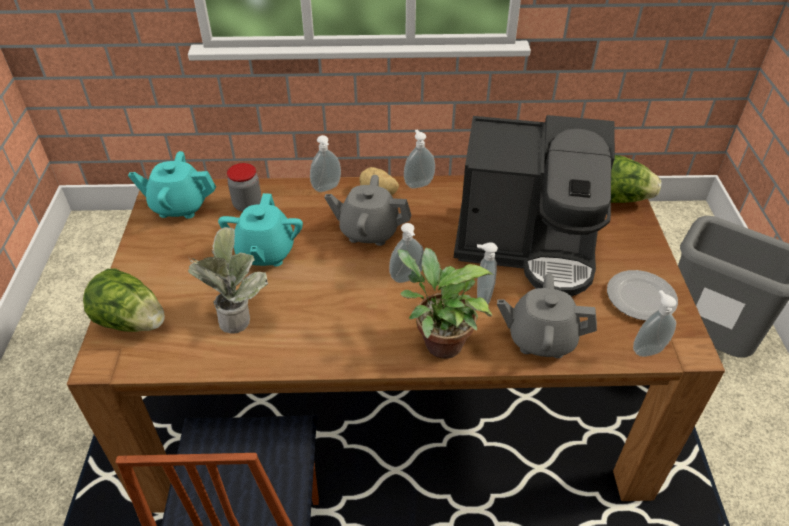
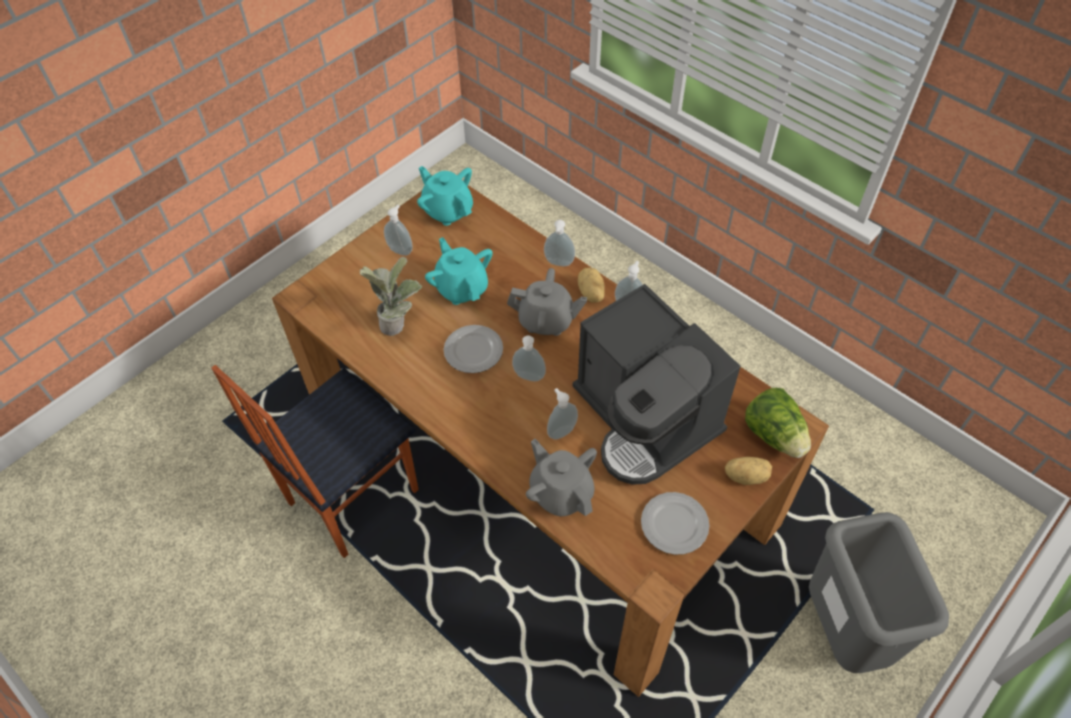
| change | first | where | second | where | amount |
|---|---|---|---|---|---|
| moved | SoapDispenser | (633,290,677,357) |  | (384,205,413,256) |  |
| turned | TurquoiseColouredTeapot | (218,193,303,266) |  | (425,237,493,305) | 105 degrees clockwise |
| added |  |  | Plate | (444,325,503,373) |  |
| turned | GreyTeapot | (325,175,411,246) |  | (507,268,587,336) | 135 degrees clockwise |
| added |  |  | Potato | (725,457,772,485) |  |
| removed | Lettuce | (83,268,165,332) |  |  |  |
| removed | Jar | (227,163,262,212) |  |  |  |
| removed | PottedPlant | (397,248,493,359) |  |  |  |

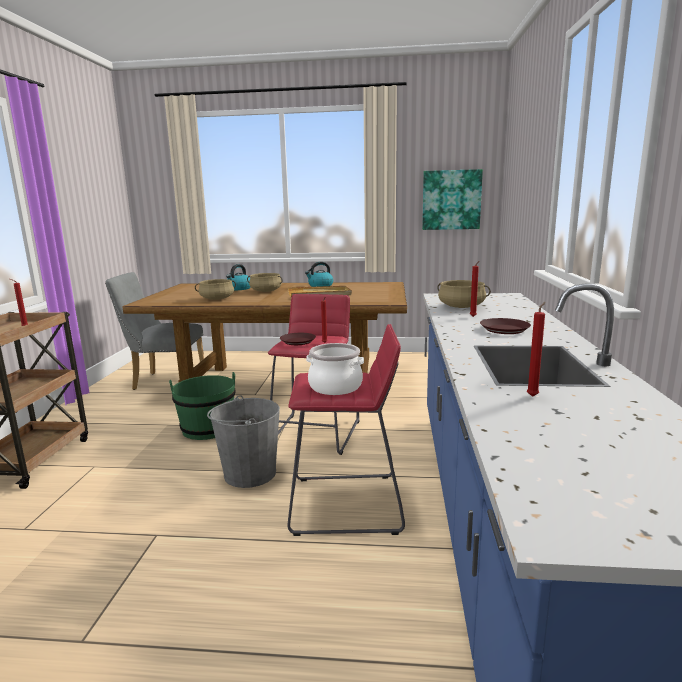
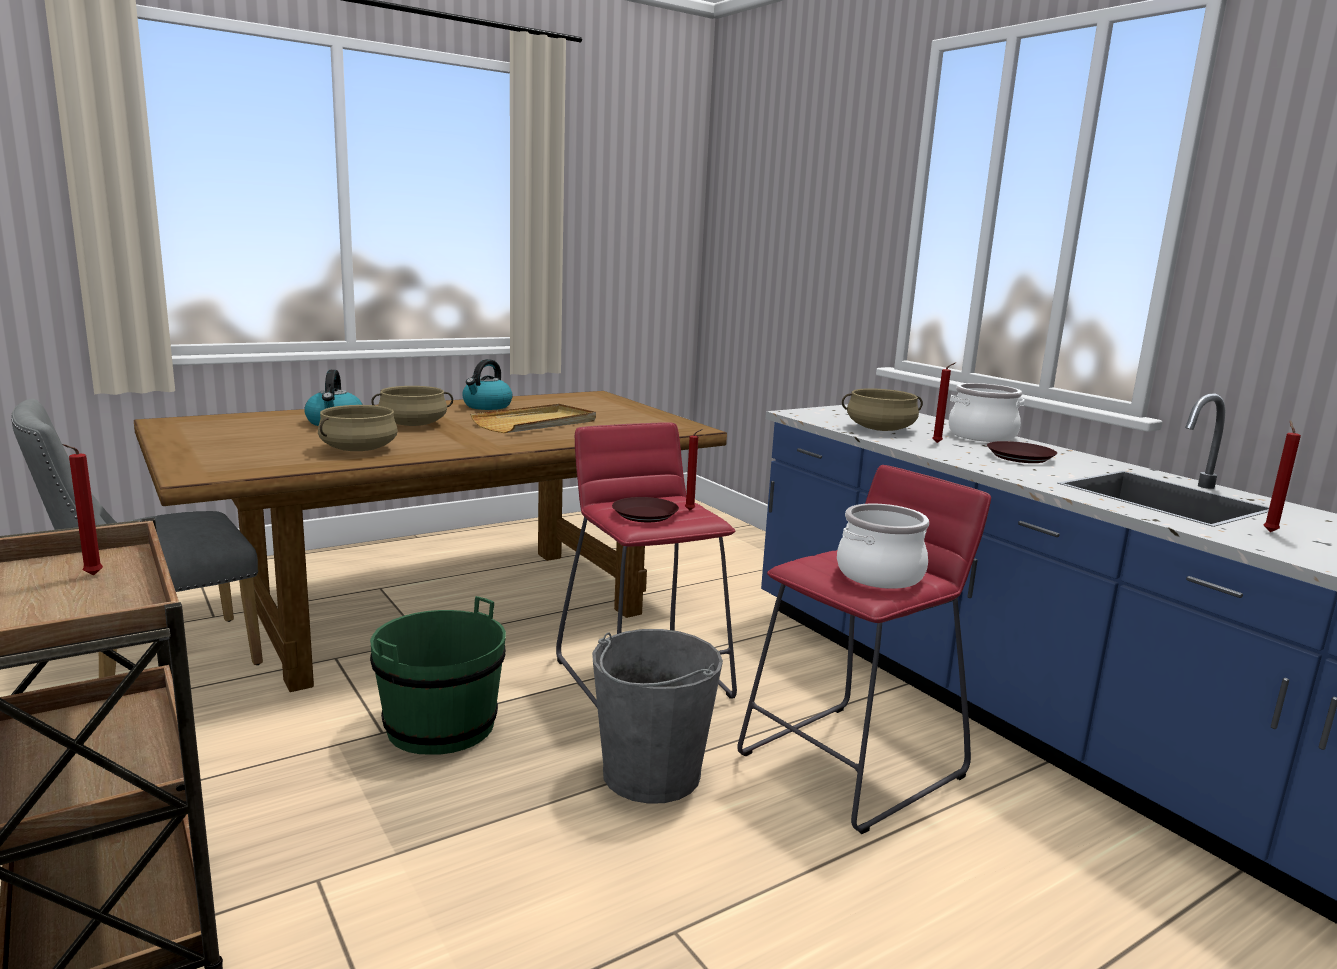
| change | first | where | second | where | amount |
|---|---|---|---|---|---|
| added |  |  | Stockpot | (949,383,1025,442) |  |
| removed | WallPicture | (422,169,483,230) |  |  |  |

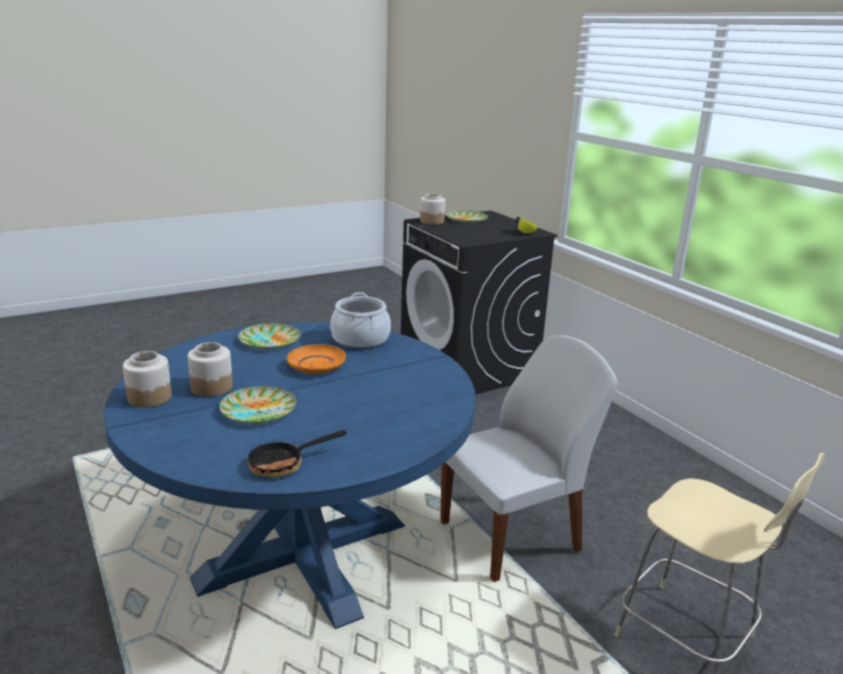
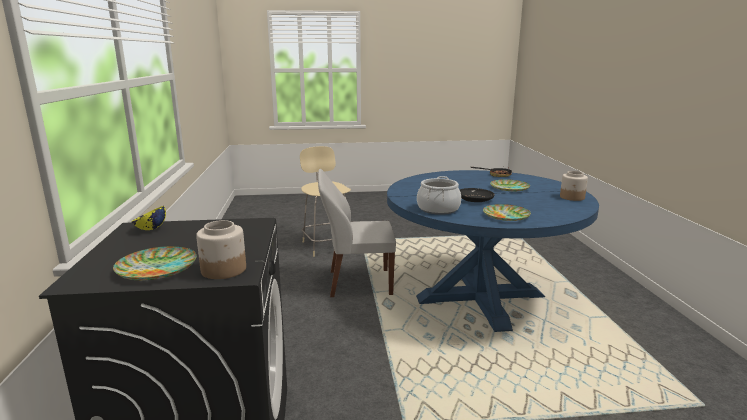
| change | first | where | second | where | amount |
|---|---|---|---|---|---|
| recoloured | OrangeColouredPlate | (287,344,346,374) | BlackPlate | (460,188,495,202) |  |
| removed | Jar | (188,342,233,397) |  |  |  |

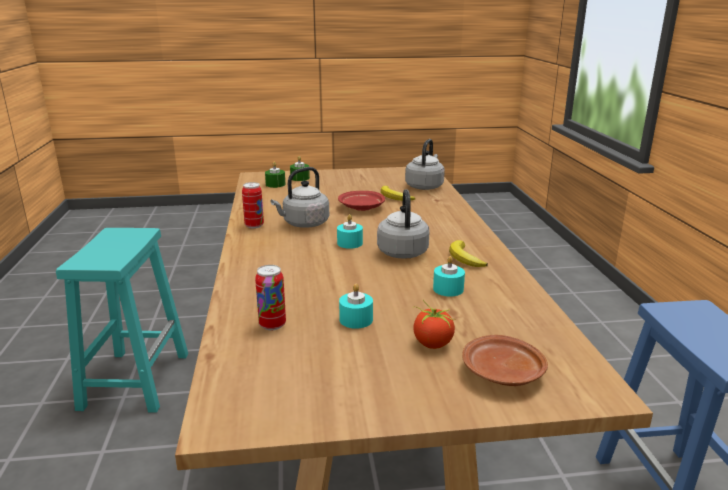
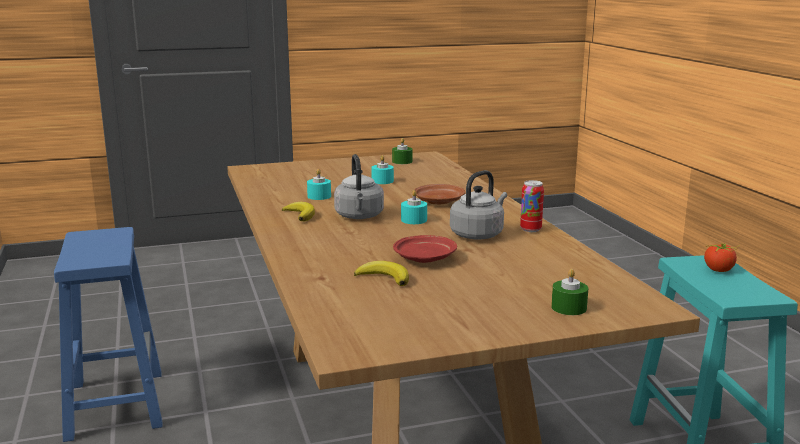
| change | first | where | second | where | amount |
|---|---|---|---|---|---|
| moved | GreenWaxLight | (265,162,285,188) |  | (392,138,412,164) |  |
| moved | BrownPlate | (462,335,548,386) |  | (414,184,465,205) |  |
| moved | Tomato | (413,300,455,349) |  | (704,243,738,272) |  |
| removed | Can | (255,265,286,330) |  |  |  |
| removed | GreyTeaKettle | (405,139,445,190) |  |  |  |

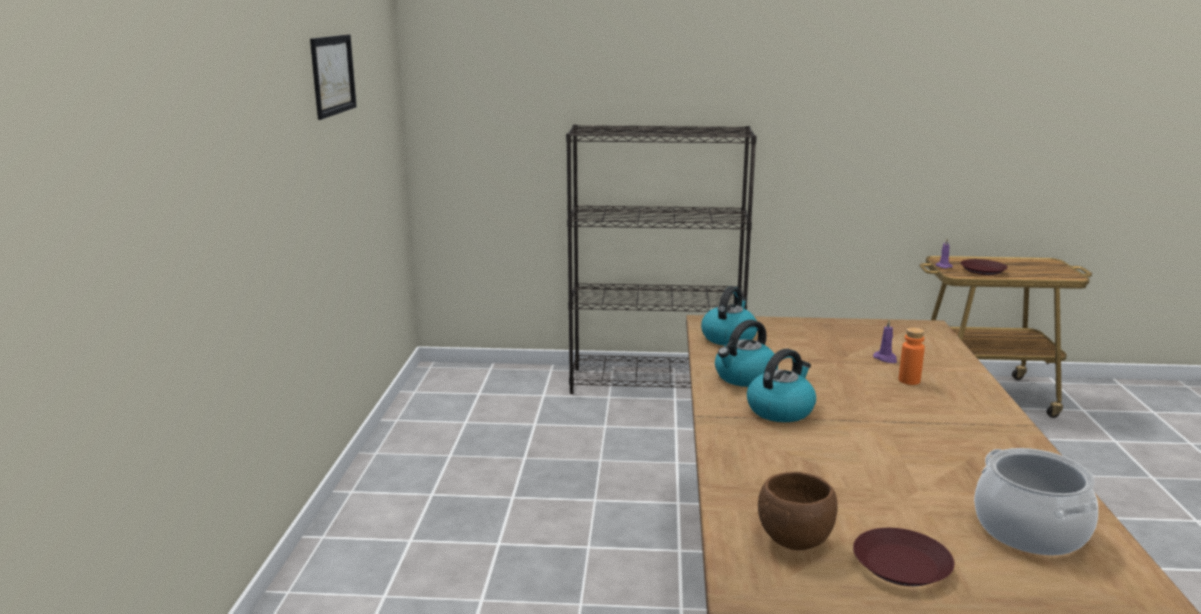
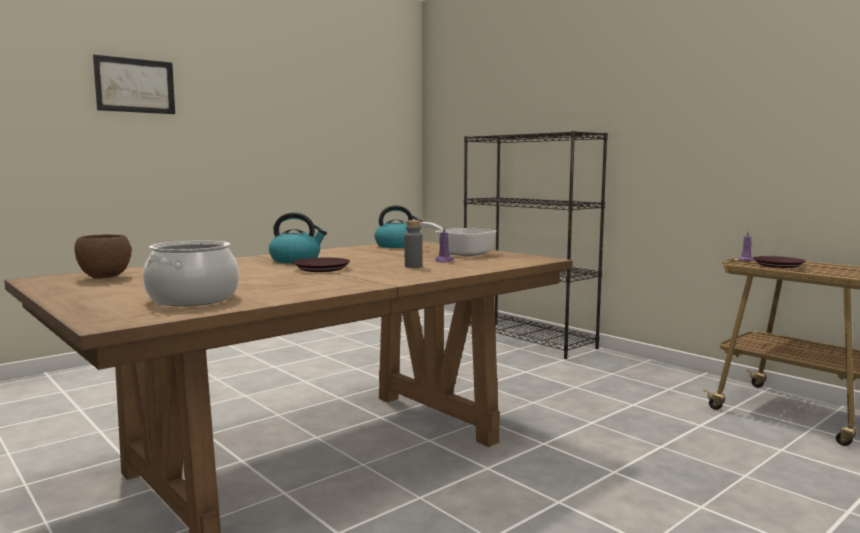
| change | first | where | second | where | amount |
|---|---|---|---|---|---|
| moved | WallPicture | (310,34,357,120) |  | (93,55,175,114) |  |
| moved | BrownPlate | (853,528,954,586) |  | (293,258,350,272) |  |
| recoloured | OrangeColouredBottle | (899,327,925,385) | GreyBottle | (405,220,423,268) |  |
| added |  |  | Pan | (420,222,496,257) |  |
| removed | TeaKettle | (715,320,778,387) |  |  |  |

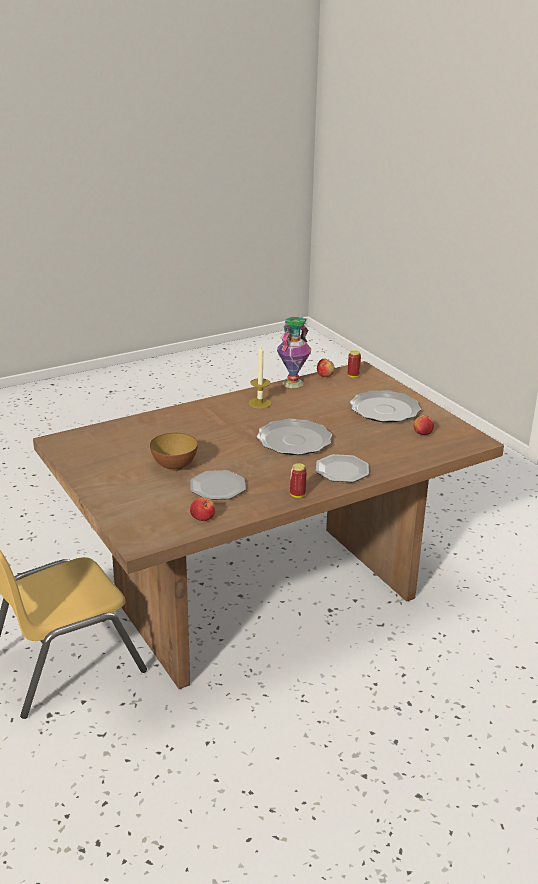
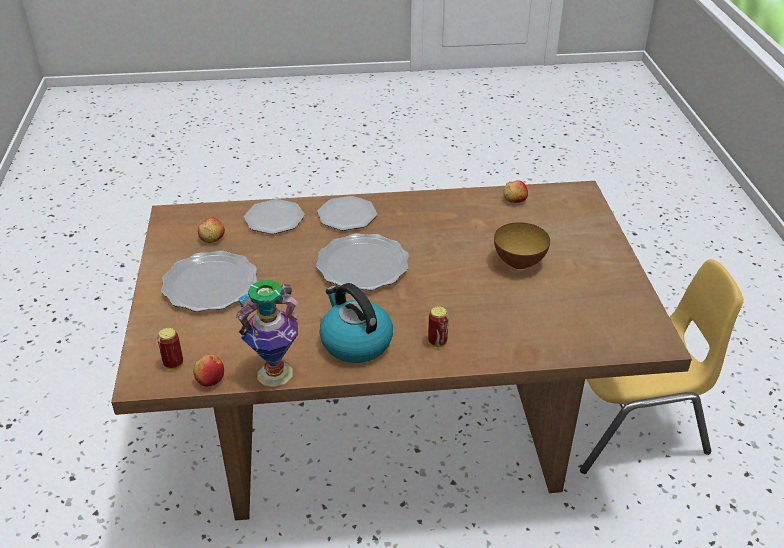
| change | first | where | second | where | amount |
|---|---|---|---|---|---|
| moved | Plate | (190,470,246,500) |  | (244,199,305,234) |  |
| replaced | WaxLight | (249,346,272,409) | TeaKettle | (320,283,393,363) |  |
| moved | Can | (290,463,307,498) |  | (428,306,449,347) |  |

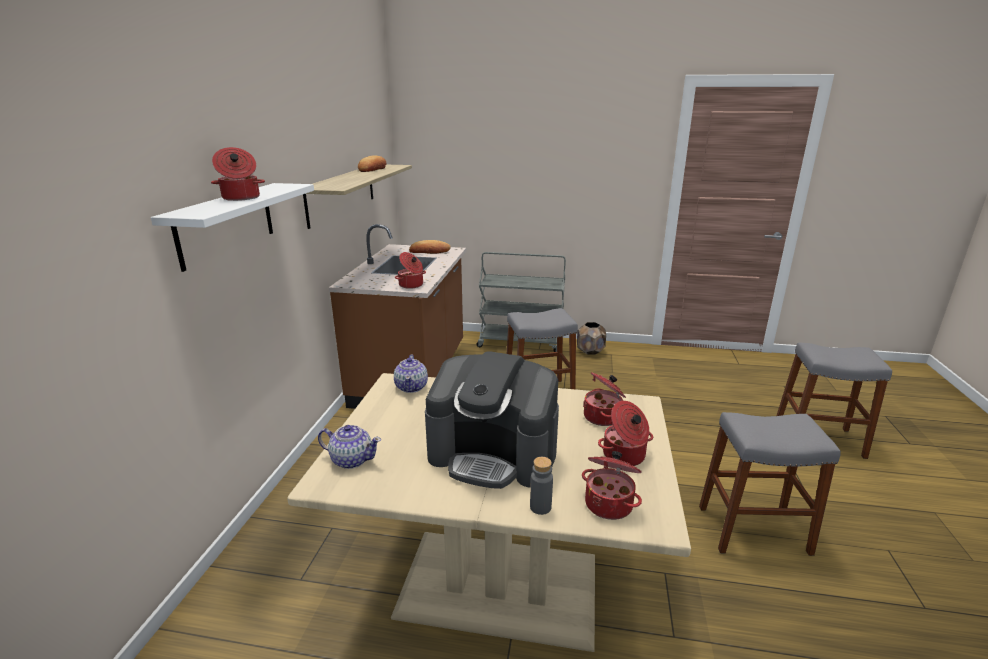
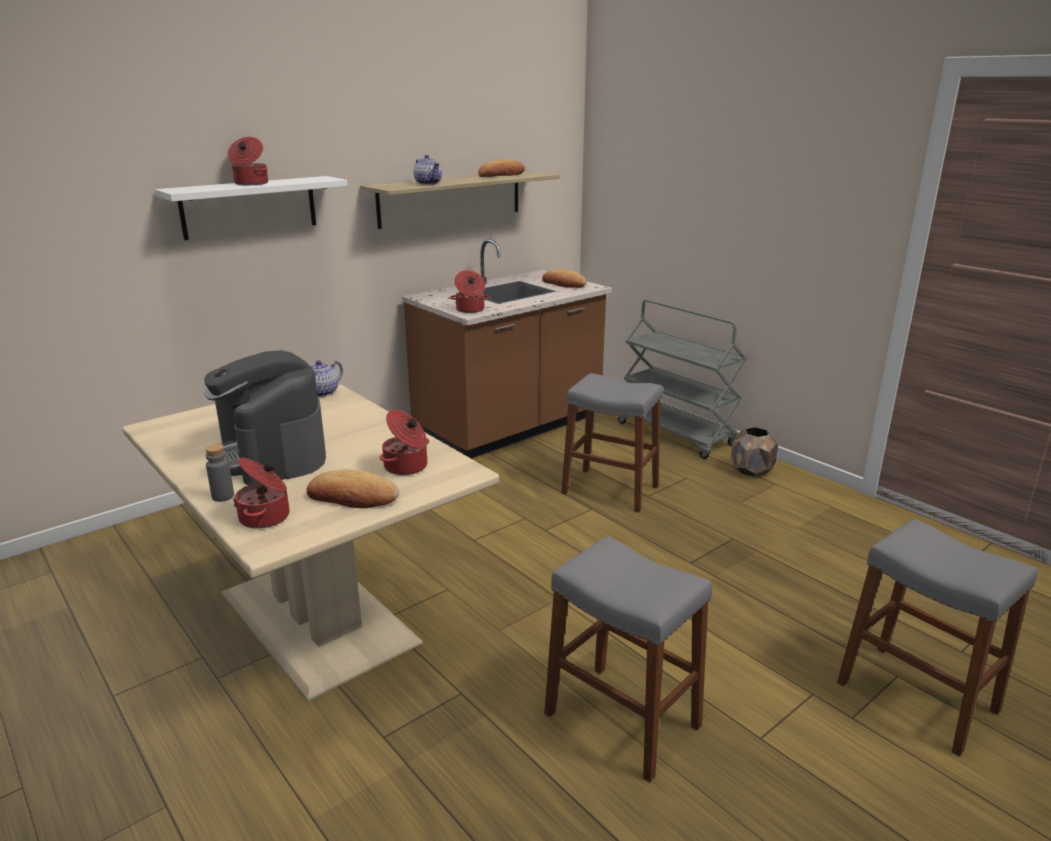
| change | first | where | second | where | amount |
|---|---|---|---|---|---|
| replaced | Stockpot | (598,401,653,466) | BakedBread | (307,470,399,508) |  |
| moved | Teapot | (318,425,381,469) |  | (413,155,442,185) |  |

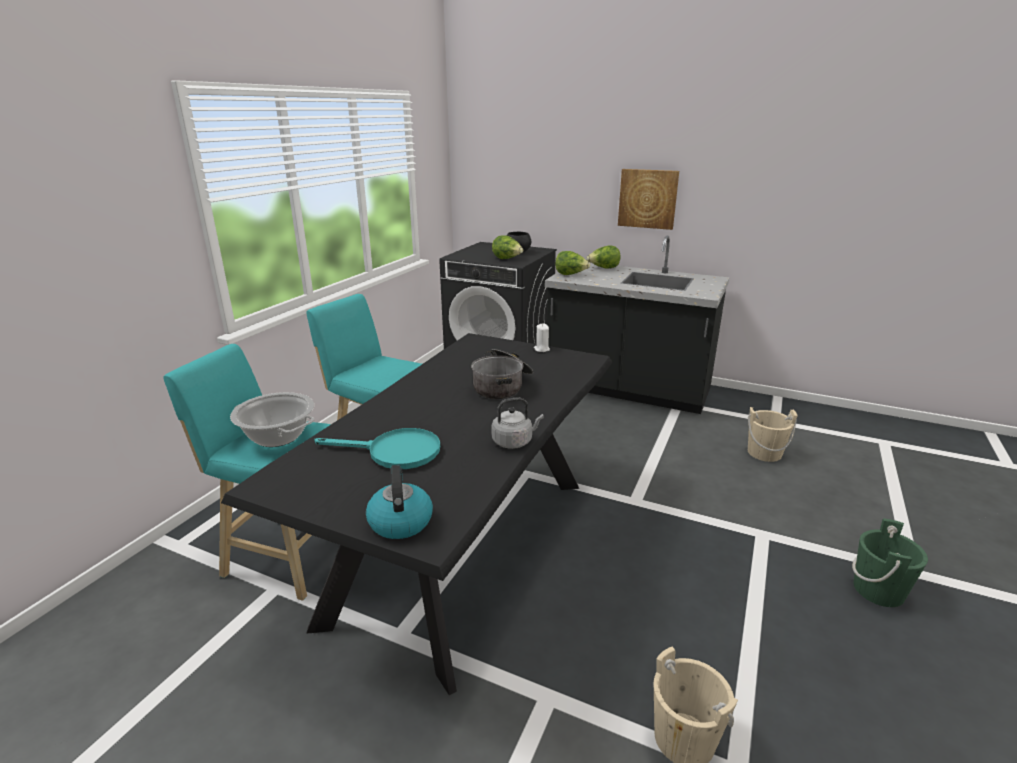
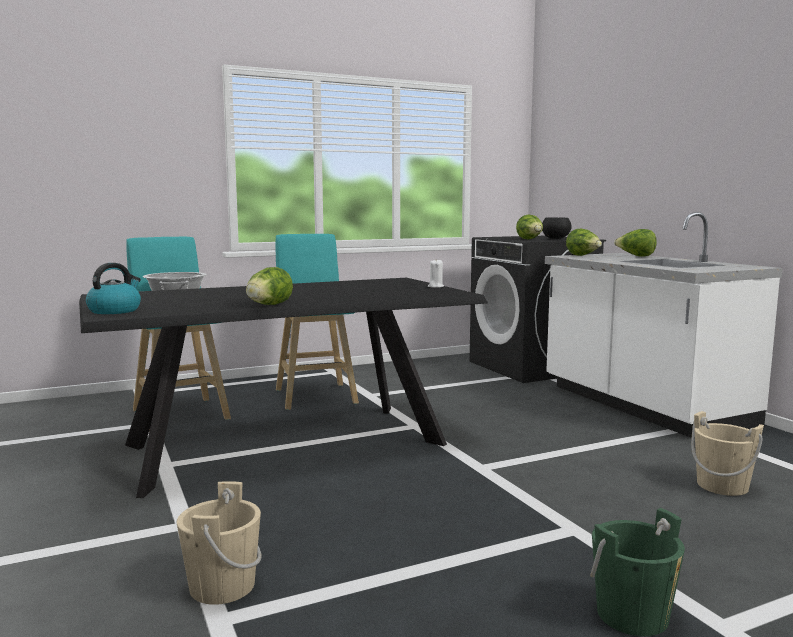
| change | first | where | second | where | amount |
|---|---|---|---|---|---|
| replaced | GreyTeaKettle | (491,397,544,449) | Lettuce | (246,267,293,305) |  |
| recoloured | BlackKitchenCounter | (545,236,729,414) | WhitishKitchenCounter | (545,212,783,438) |  |
| removed | TurquoiseColouredPan | (314,428,440,469) |  |  |  |
| removed | Stockpot | (471,349,533,399) |  |  |  |
| removed | WallPicture | (618,169,679,230) |  |  |  |

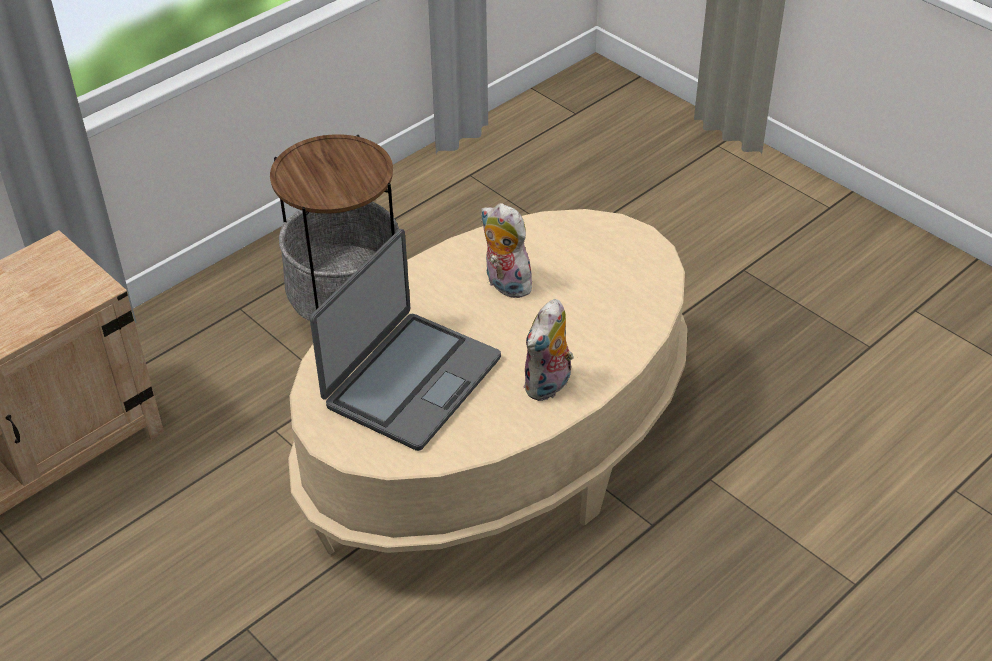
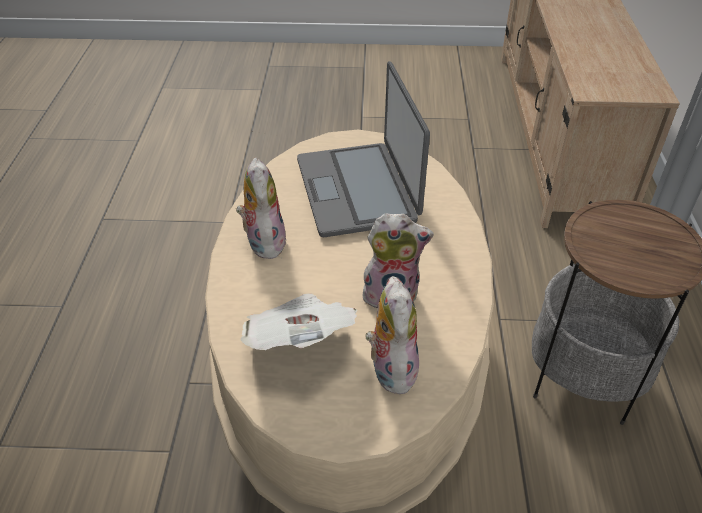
| change | first | where | second | where | amount |
|---|---|---|---|---|---|
| added |  |  | Newspaper | (240,293,357,350) |  |
| added |  |  | CuddlyToy | (366,276,419,394) |  |

